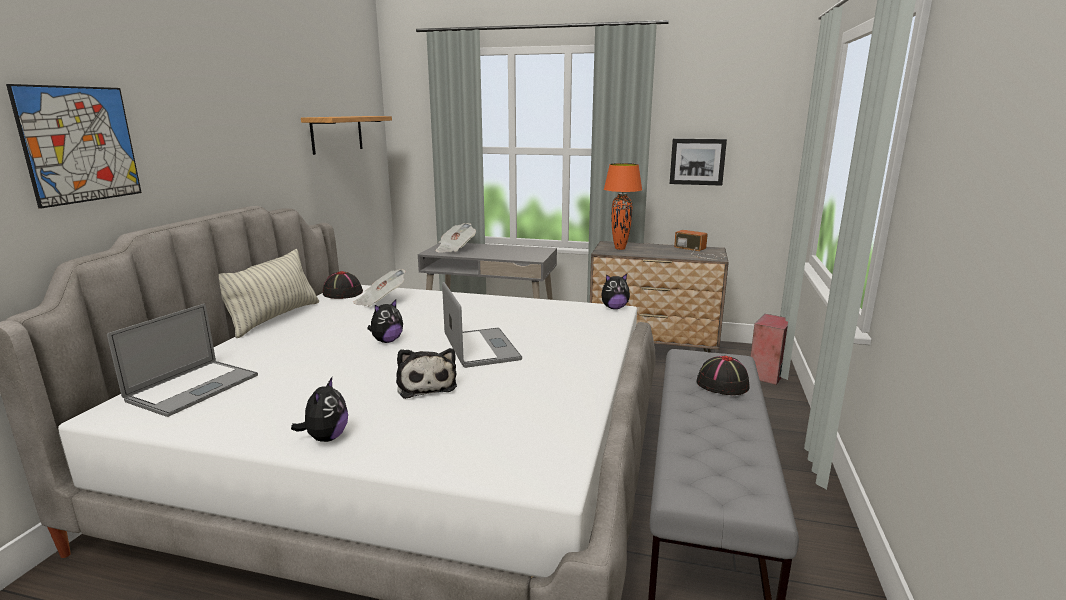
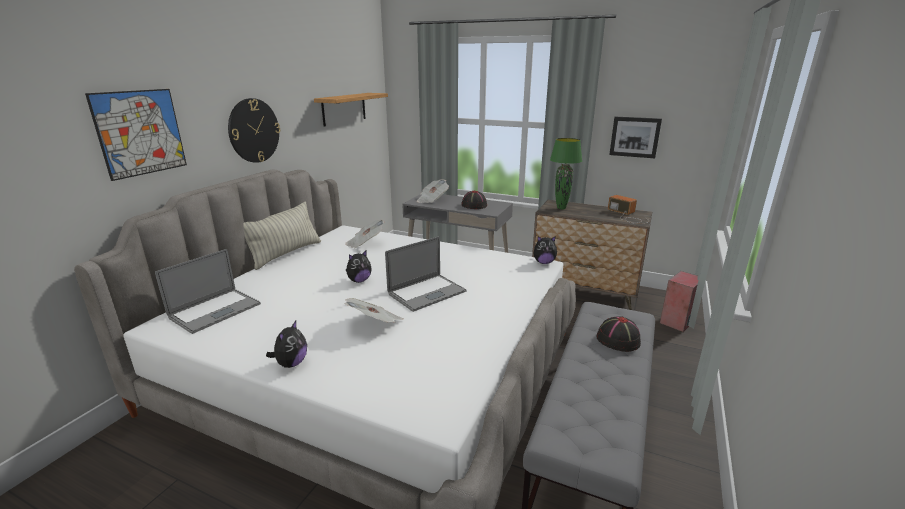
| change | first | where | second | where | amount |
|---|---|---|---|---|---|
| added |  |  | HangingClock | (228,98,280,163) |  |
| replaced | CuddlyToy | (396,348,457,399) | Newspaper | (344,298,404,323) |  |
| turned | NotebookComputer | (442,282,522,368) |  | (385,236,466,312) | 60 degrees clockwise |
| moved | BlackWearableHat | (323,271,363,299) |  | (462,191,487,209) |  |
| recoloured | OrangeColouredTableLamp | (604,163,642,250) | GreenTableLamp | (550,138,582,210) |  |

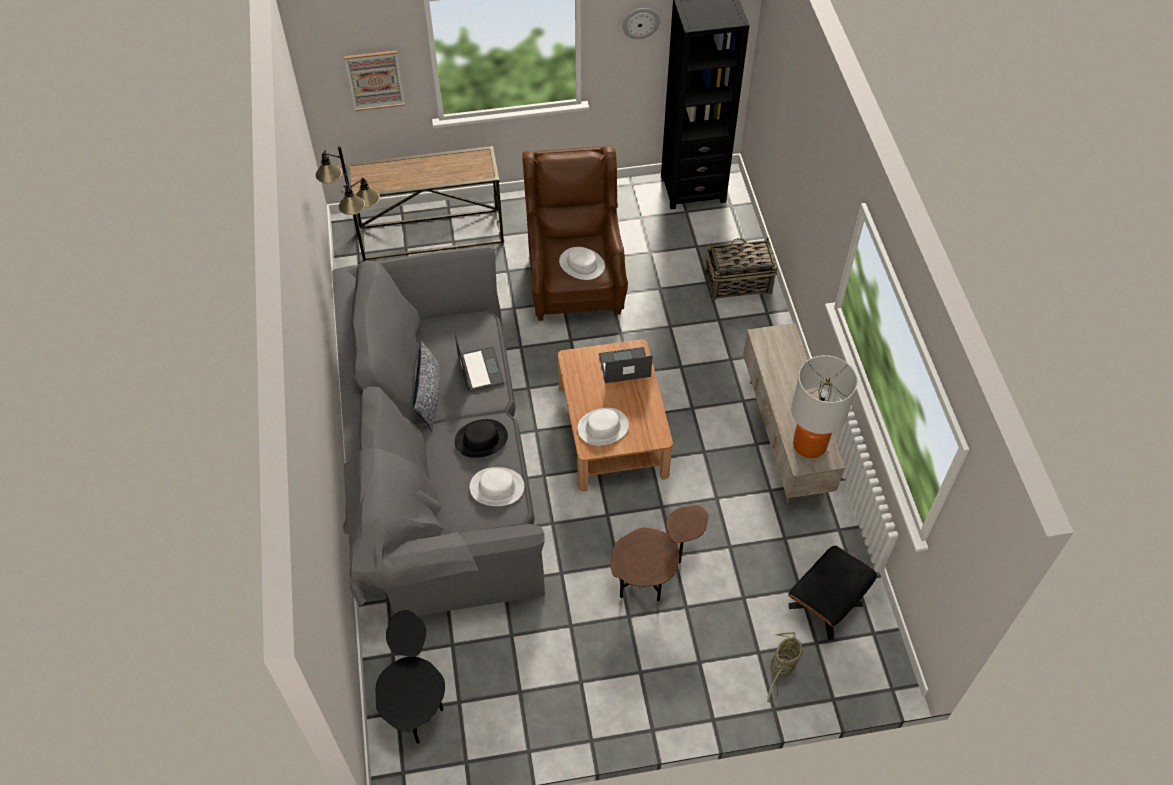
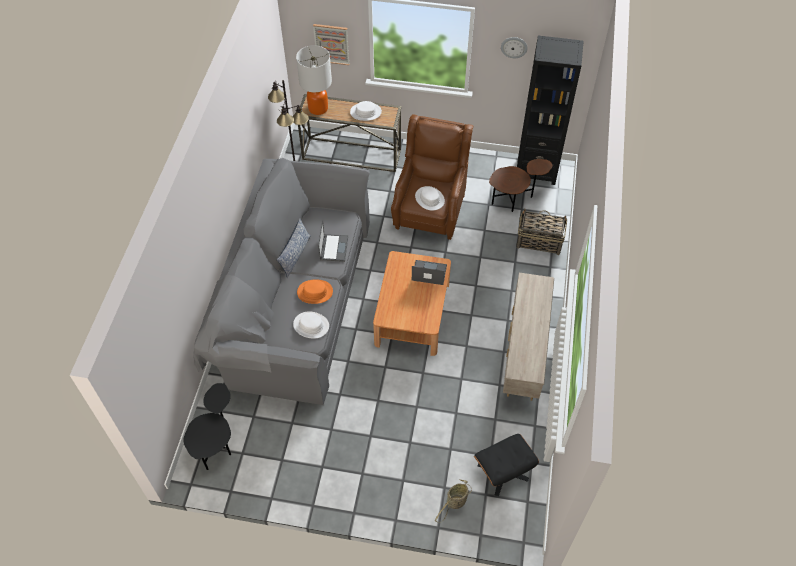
| change | first | where | second | where | amount |
|---|---|---|---|---|---|
| moved | TableLamp | (791,355,858,458) |  | (296,45,332,115) |  |
| recoloured | BlackWearableHat | (455,419,508,458) | OrangeColouredWearableHat | (297,279,333,304) |  |
| moved | WhitishWearableHat | (577,408,629,445) |  | (350,101,382,121) |  |
| moved | BrownAccentTable | (610,505,708,601) |  | (489,159,553,212) |  |

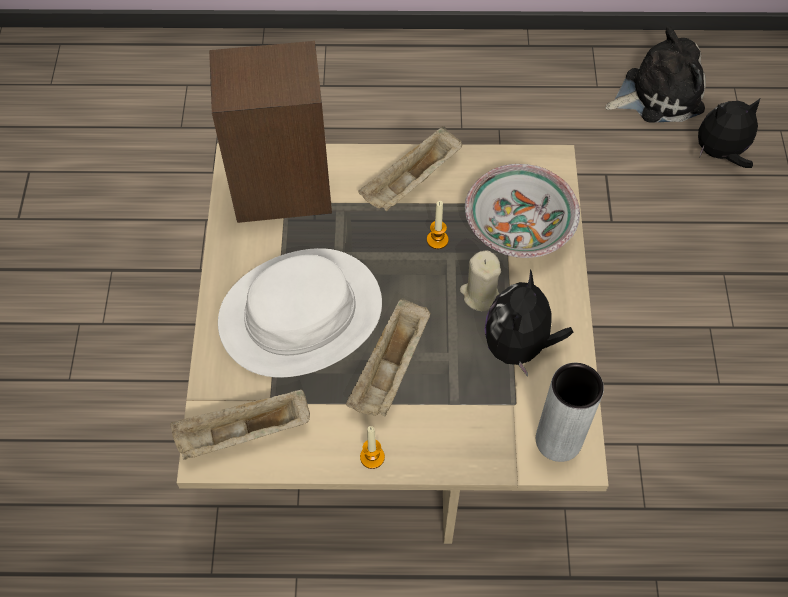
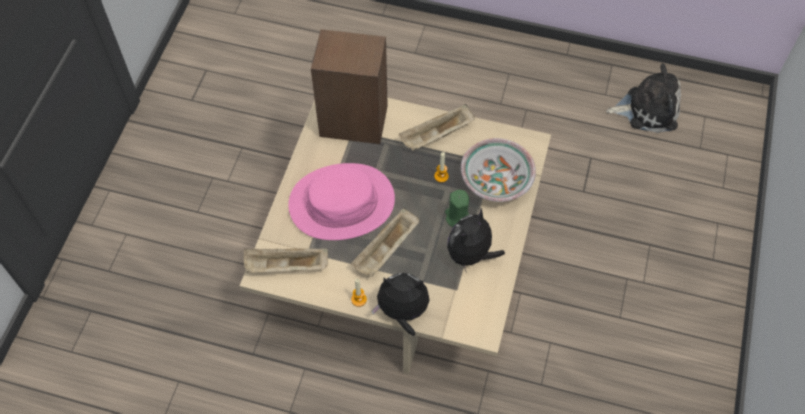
| change | first | where | second | where | amount |
|---|---|---|---|---|---|
| recoloured | WhitishWearableHat | (218,248,382,378) | PinkWearableHat | (288,163,395,240) |  |
| moved | CuddlyToy | (698,99,760,168) |  | (372,273,430,336) |  |
| recoloured | BeigeColouredWaxLight | (460,251,501,311) | GreenWaxLight | (445,190,469,227) |  |
| removed | GreyVase | (536,363,604,462) |  |  |  |

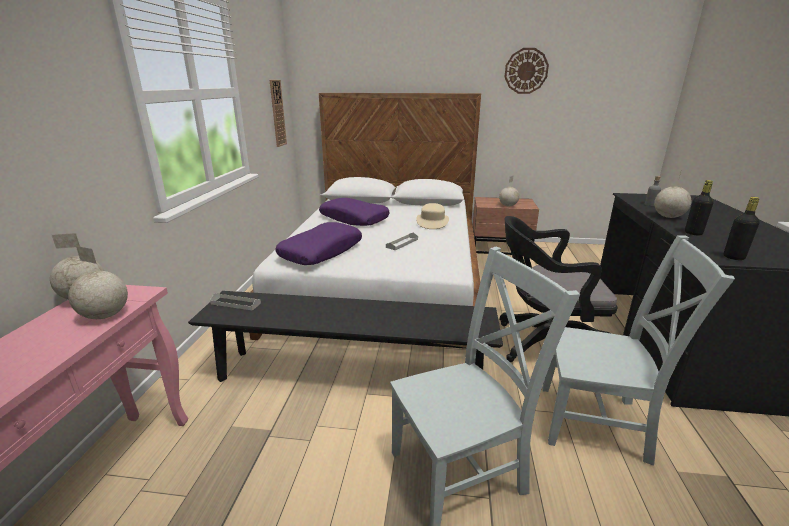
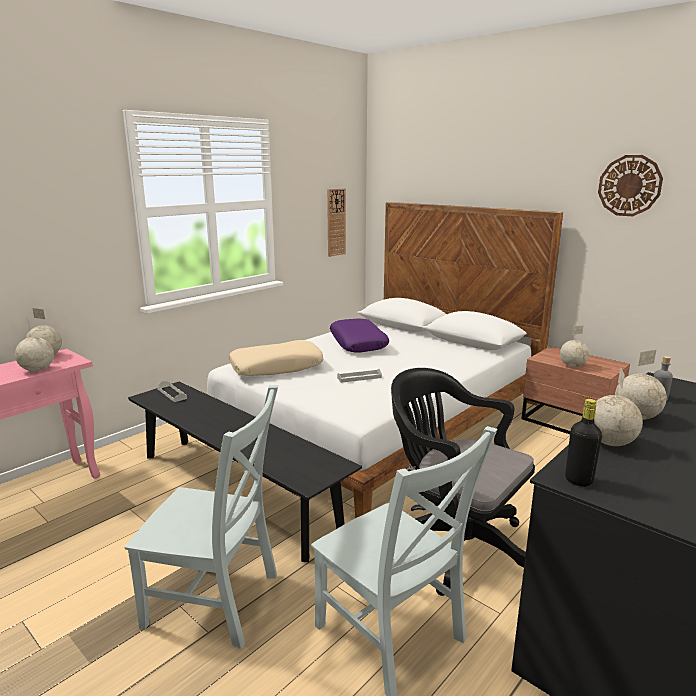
| change | first | where | second | where | amount |
|---|---|---|---|---|---|
| recoloured | PurplishThrowPillow | (275,222,362,265) | BeigeColouredThrowPillow | (229,340,323,376) |  |
| replaced | BlackBottle | (685,180,714,236) | WorldGlobe | (594,367,643,446) |  |
| removed | BeigeColouredWearableHat | (416,203,449,229) |  |  |  |

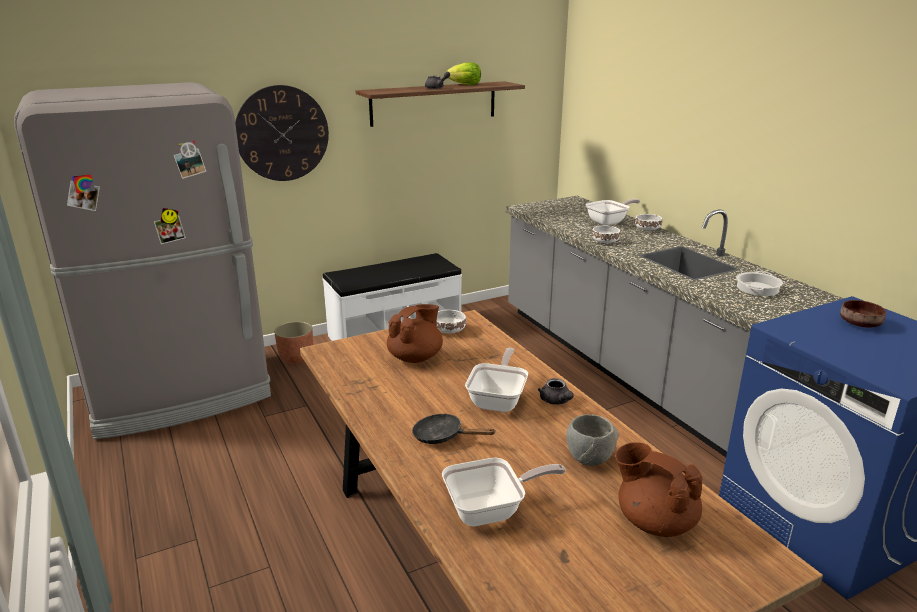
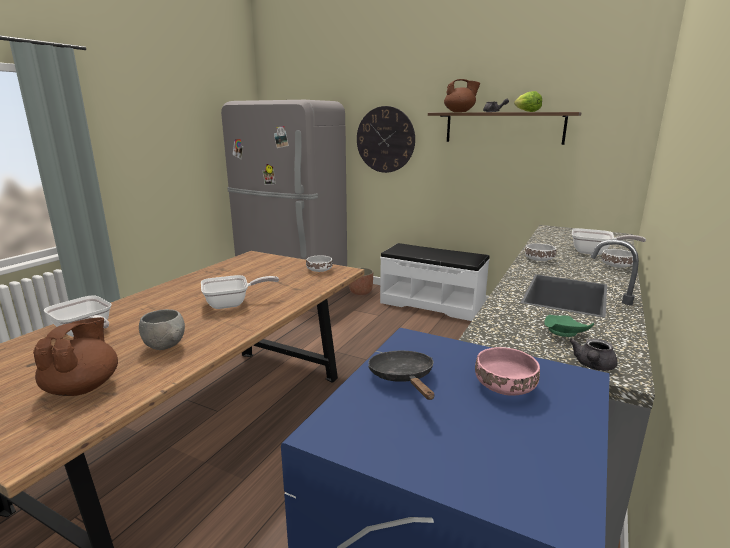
| change | first | where | second | where | amount |
|---|---|---|---|---|---|
| moved | BlackPan | (412,413,495,444) |  | (368,351,434,400) |  |
| moved | BrownTeapot | (387,304,443,363) |  | (444,79,480,112) |  |
| recoloured | BrownDeepDish | (840,300,886,328) | PinkDeepDish | (475,347,540,395) |  |
| replaced | Stockpot | (736,271,783,296) | GreenPlate | (544,315,594,337) |  |
| moved | GreyTeapot | (538,378,574,405) |  | (569,339,618,371) |  |

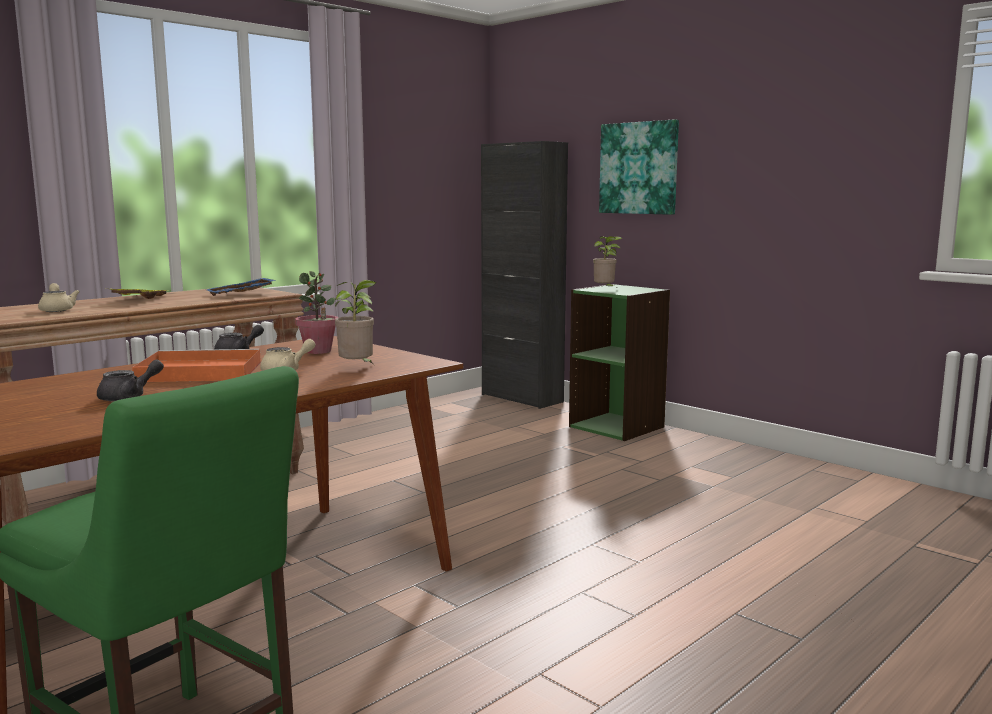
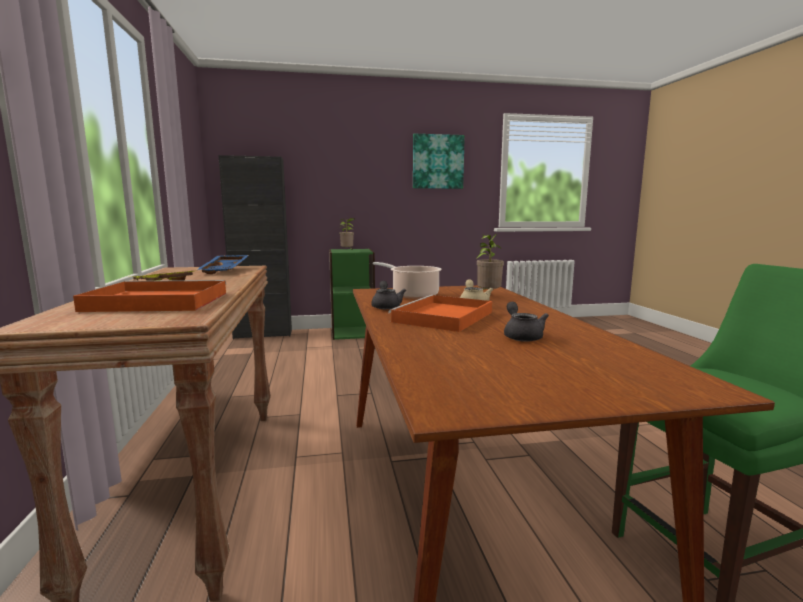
| change | first | where | second | where | amount |
|---|---|---|---|---|---|
| replaced | BeigeColouredTeapot | (38,283,79,312) | OrangeColouredTray | (73,280,227,312) |  |
| replaced | PottedPlant | (295,271,338,354) | Stockpot | (373,262,442,299) |  |
| moved | WallPicture | (599,119,679,215) |  | (413,134,465,189) |  |

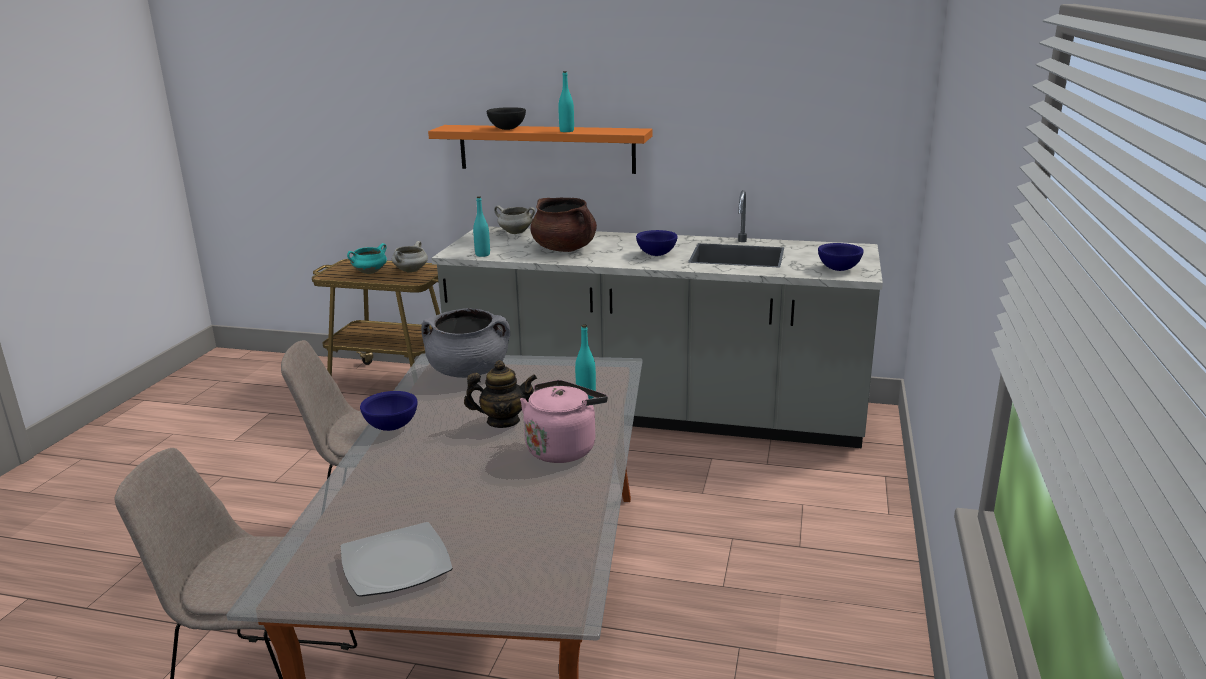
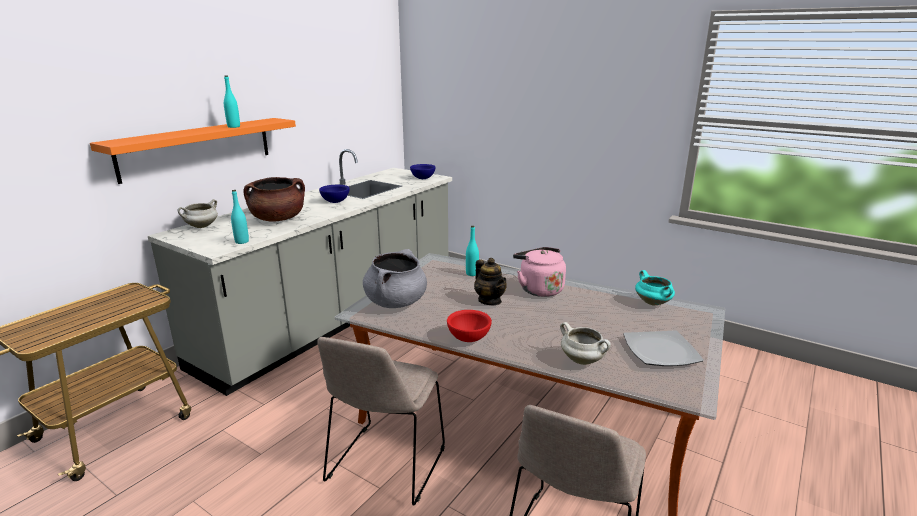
| change | first | where | second | where | amount |
|---|---|---|---|---|---|
| recoloured | BlueDeepDish | (360,391,418,431) | ReddishDeepDish | (447,310,492,342) |  |
| turned | Teapot | (464,360,537,428) |  | (474,258,507,305) | 135 degrees clockwise |
| moved | WhitishStockpot | (392,241,428,273) |  | (560,322,611,365) |  |
| moved | TurquoiseColouredStockpot | (347,243,387,274) |  | (635,270,675,305) |  |
| removed | BlackDeepDish | (487,107,526,130) |  |  |  |

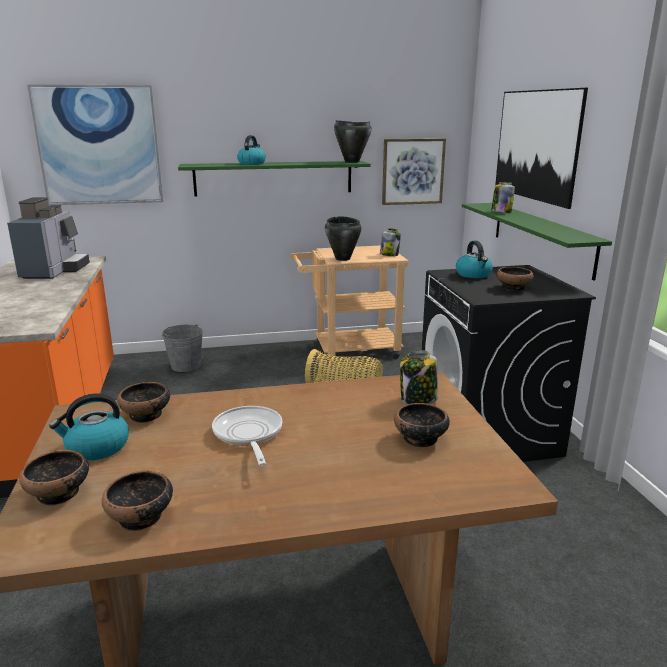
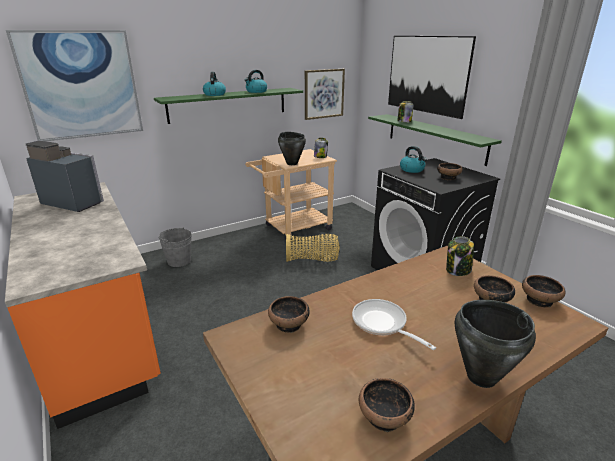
| change | first | where | second | where | amount |
|---|---|---|---|---|---|
| turned | CoffeeMaker | (7,197,90,279) |  | (26,141,104,212) | 45 degrees counterclockwise |
| moved | TeaKettle | (49,393,129,460) |  | (244,70,267,93) |  |
| moved | BlackStockpot | (334,120,372,163) |  | (455,300,536,388) |  |
| moved | DeepDish | (19,450,89,506) |  | (522,275,565,307) |  |

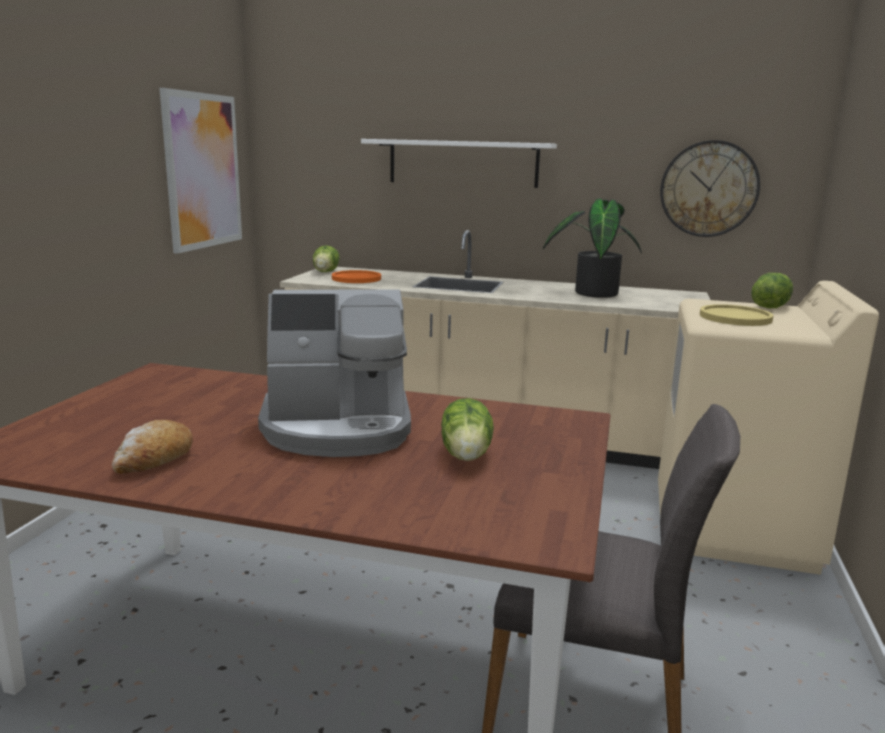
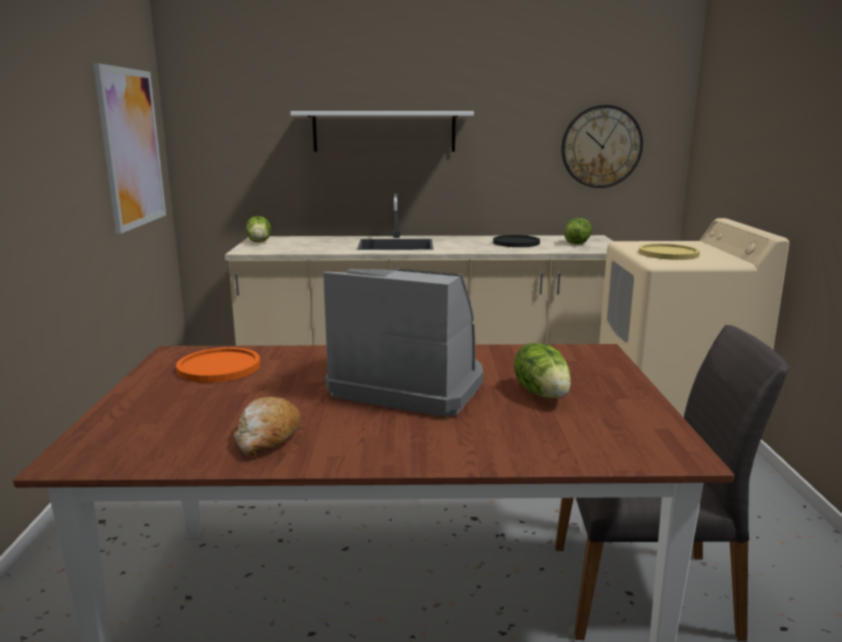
| change | first | where | second | where | amount |
|---|---|---|---|---|---|
| moved | OrangeColouredPlate | (332,270,381,283) |  | (176,347,260,383) |  |
| turned | CoffeeMaker | (258,289,411,457) |  | (323,269,483,417) | 135 degrees counterclockwise |
| replaced | PottedPlant | (543,199,642,298) | BlackPlate | (493,235,540,247) |  |
| moved | Lettuce | (751,273,793,308) |  | (564,218,591,244) |  |

